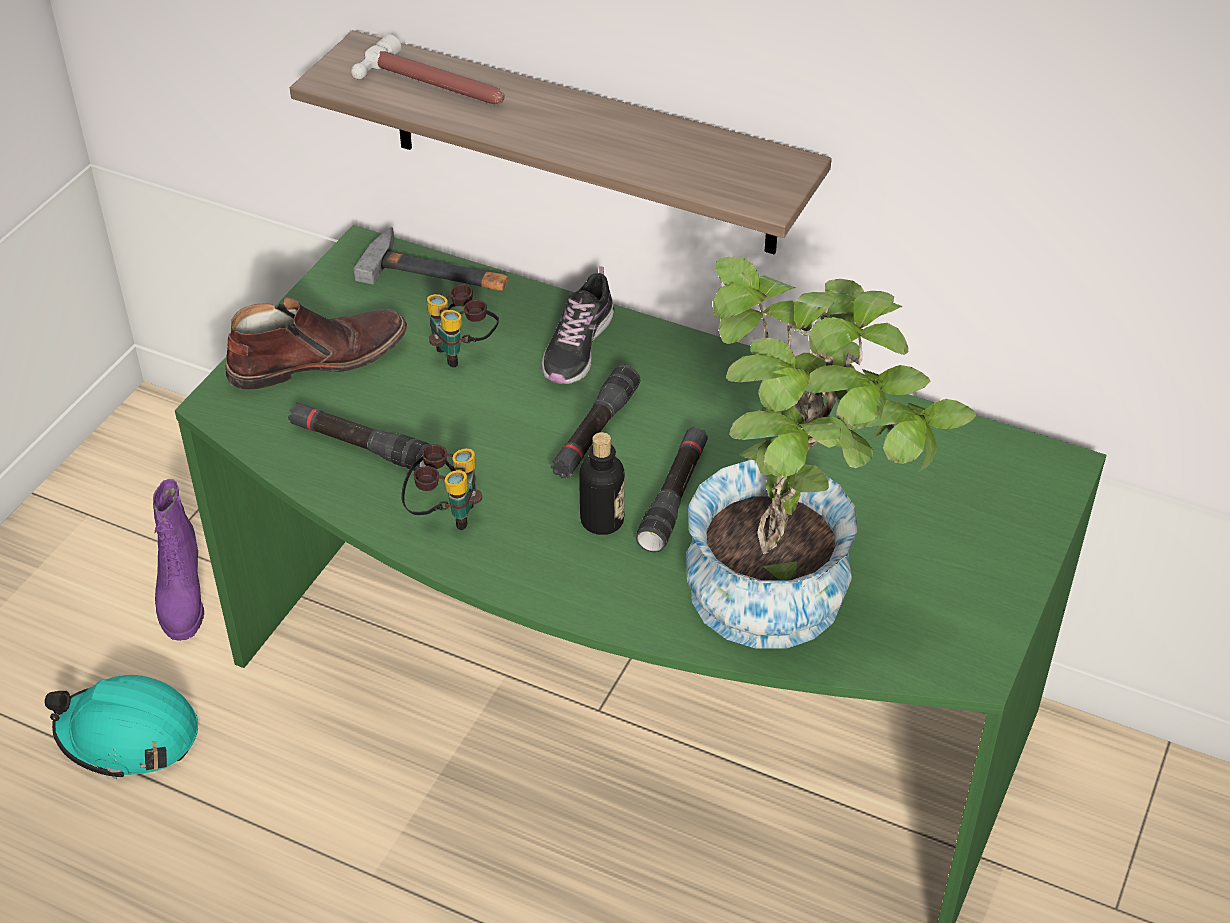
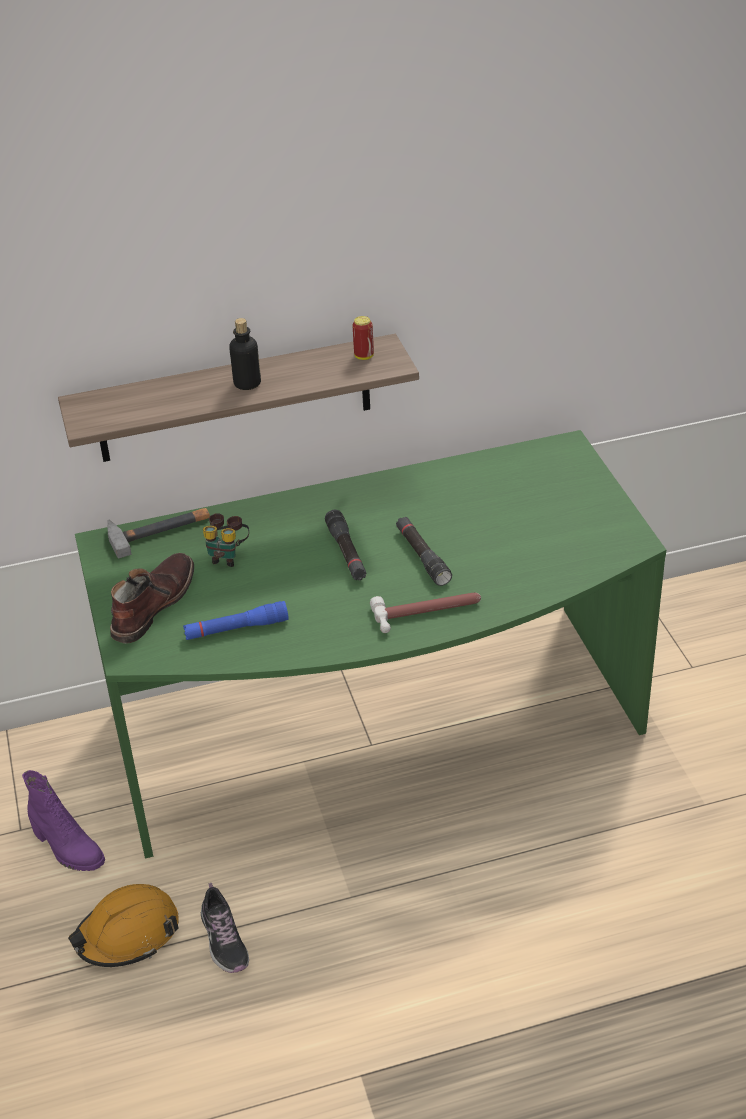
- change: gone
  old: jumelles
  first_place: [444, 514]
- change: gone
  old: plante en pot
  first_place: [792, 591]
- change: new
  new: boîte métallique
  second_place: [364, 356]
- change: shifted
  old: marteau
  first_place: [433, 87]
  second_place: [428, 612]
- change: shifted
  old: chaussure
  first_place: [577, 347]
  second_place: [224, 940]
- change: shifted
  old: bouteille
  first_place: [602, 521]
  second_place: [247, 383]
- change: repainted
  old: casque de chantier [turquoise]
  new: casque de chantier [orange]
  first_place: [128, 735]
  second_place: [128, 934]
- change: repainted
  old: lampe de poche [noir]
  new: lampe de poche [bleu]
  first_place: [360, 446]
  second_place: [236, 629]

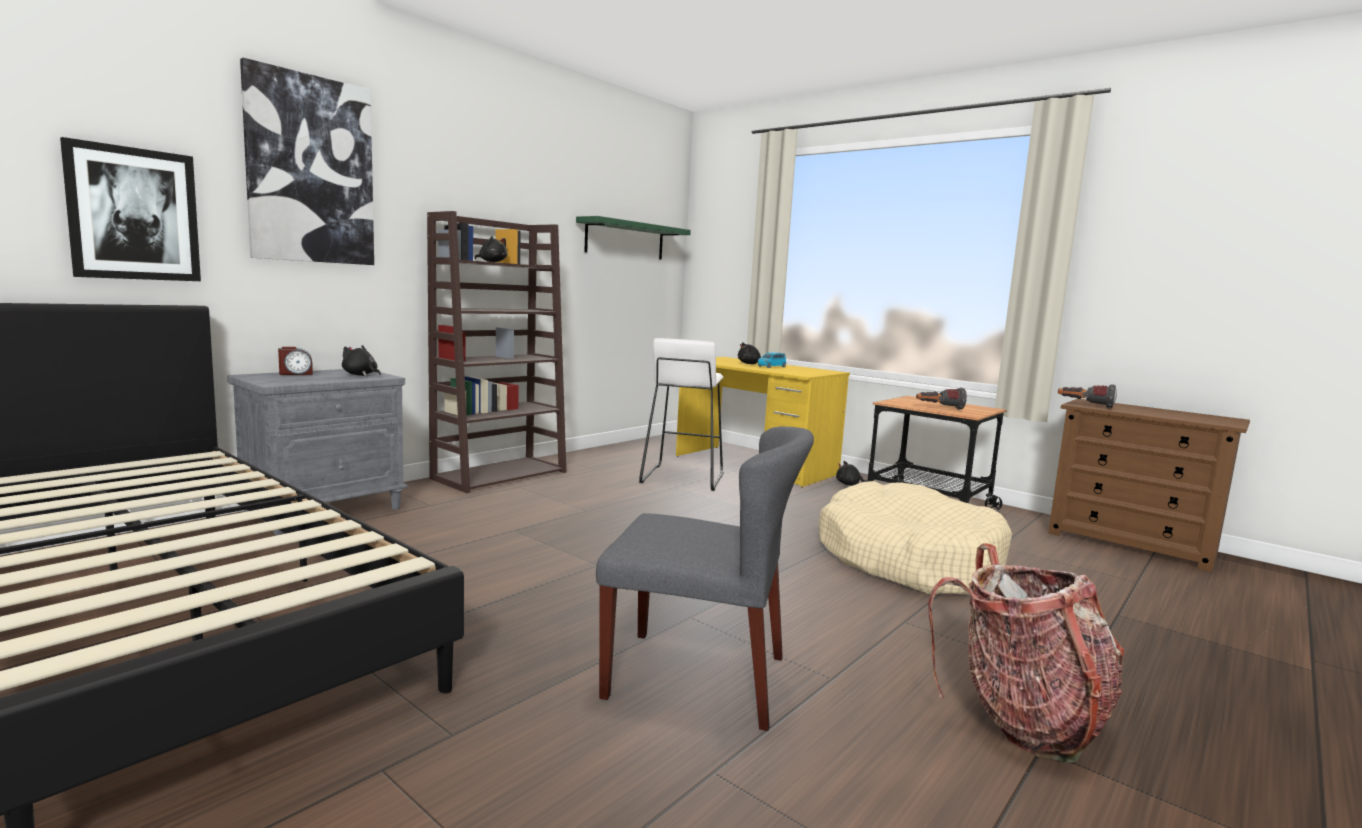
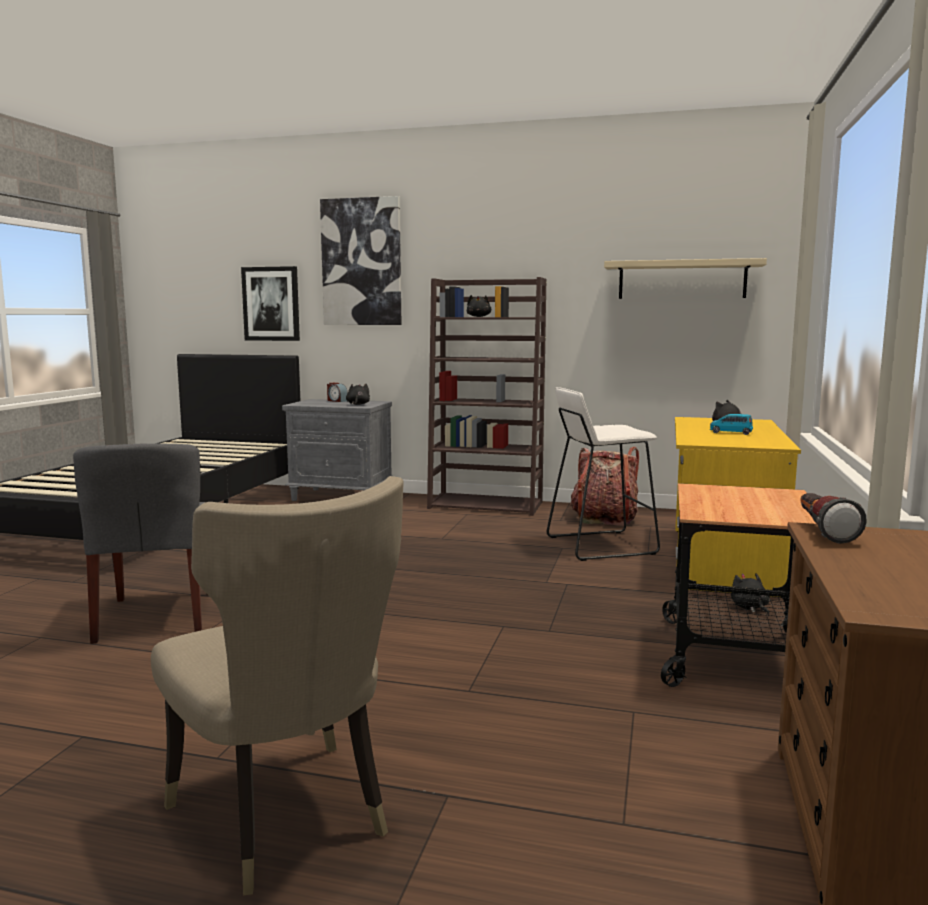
- change: gone
  old: panier pour chien [beige]
  first_place: [908, 560]
- change: gone
  old: lampe de poche
  first_place: [939, 408]
- change: new
  new: chaise [beige]
  second_place: [286, 820]
- change: shifted
  old: sac à dos
  first_place: [1023, 721]
  second_place: [604, 519]
- change: repainted
  old: étagère [vert]
  new: étagère [beige]
  first_place: [625, 240]
  second_place: [682, 280]

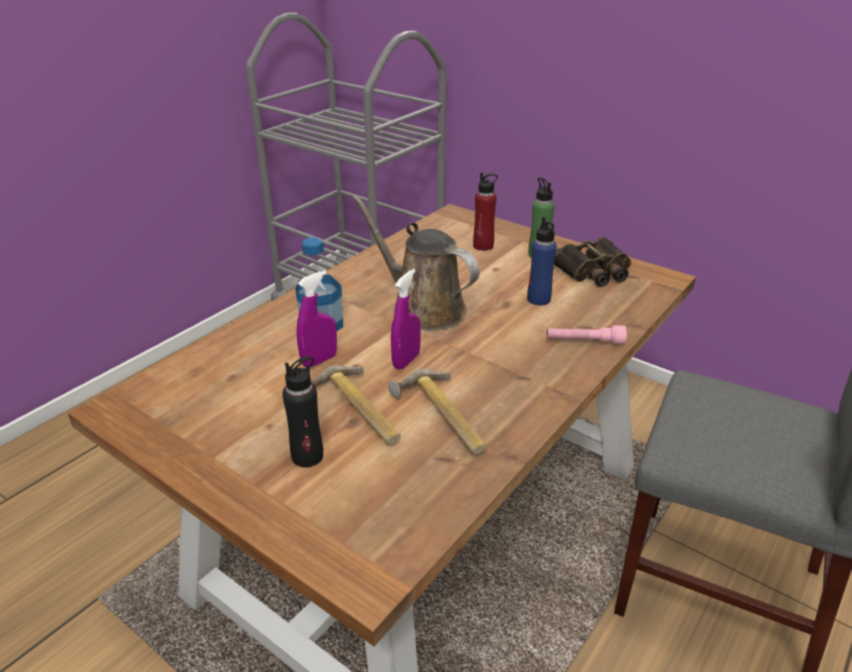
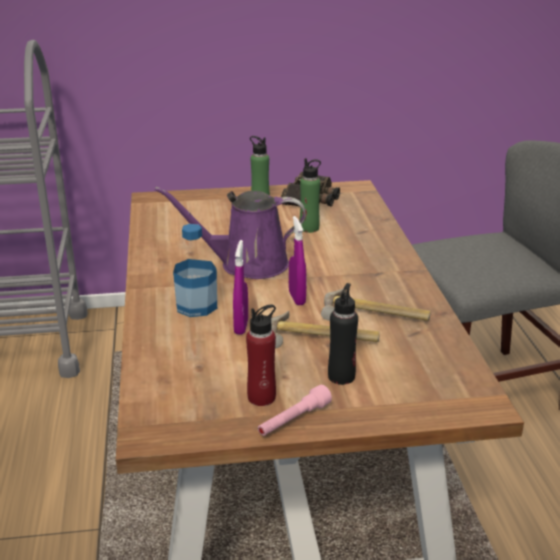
- change: shifted
  old: bouteille [rouge]
  first_place: [483, 246]
  second_place: [261, 397]
- change: shifted
  old: lampe de poche [rose]
  first_place: [584, 342]
  second_place: [293, 420]
- change: repainted
  old: arrosoir [marron]
  new: arrosoir [violet]
  first_place: [423, 307]
  second_place: [247, 264]
- change: repainted
  old: bouteille [bleu]
  new: bouteille [vert]
  first_place: [538, 299]
  second_place: [309, 228]

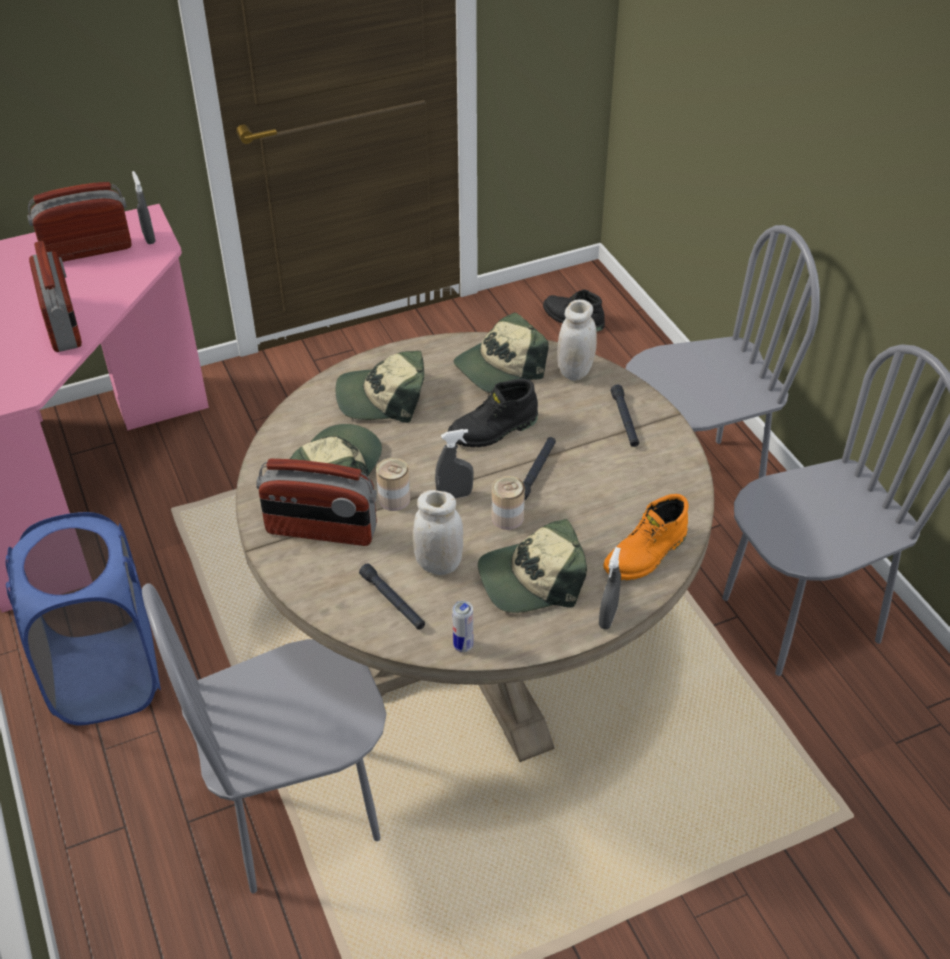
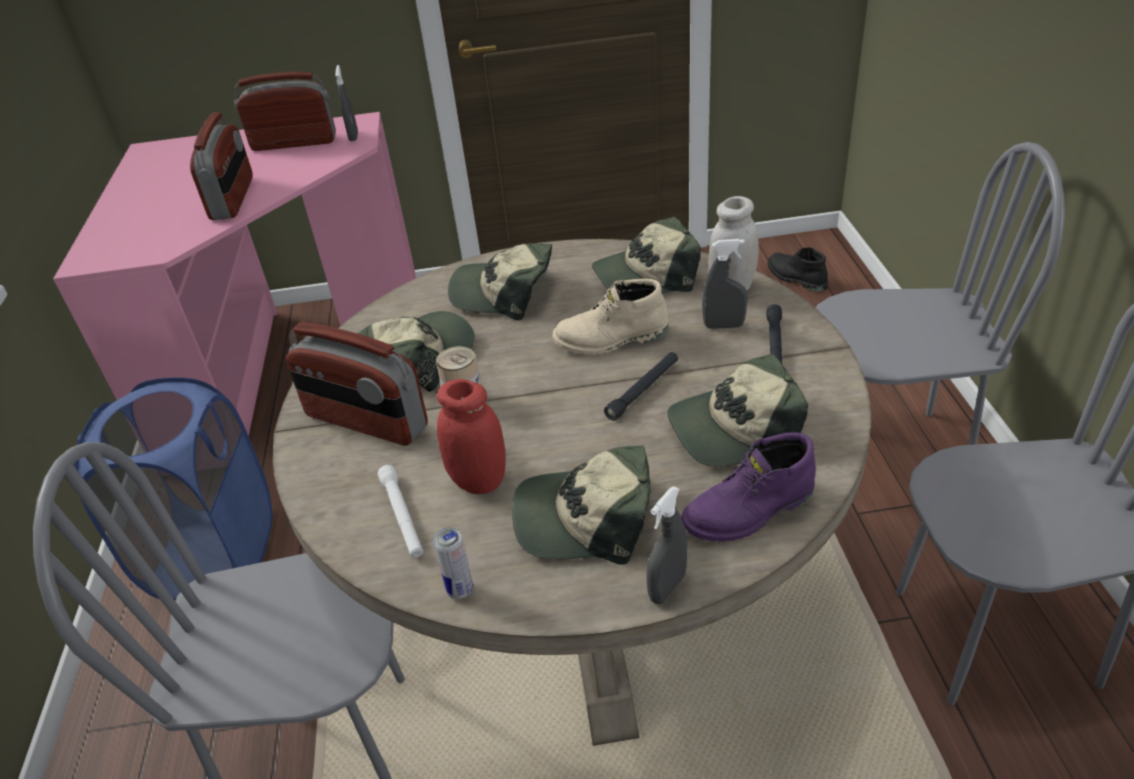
- change: gone
  old: boîte métallique
  first_place: [507, 518]
- change: new
  new: casquette
  second_place: [734, 429]
- change: shifted
  old: vaporisateur [gris]
  first_place: [454, 495]
  second_place: [723, 326]
- change: repainted
  old: lampe de poche [noir]
  new: lampe de poche [blanc]
  first_place: [393, 601]
  second_place: [402, 517]
- change: repainted
  old: bocal [blanc]
  new: bocal [rouge]
  first_place: [439, 564]
  second_place: [478, 481]
- change: repainted
  old: botte [noir]
  new: botte [beige]
  first_place: [494, 431]
  second_place: [611, 340]
- change: repainted
  old: botte [orange]
  new: botte [violet]
  first_place: [646, 555]
  second_place: [750, 512]

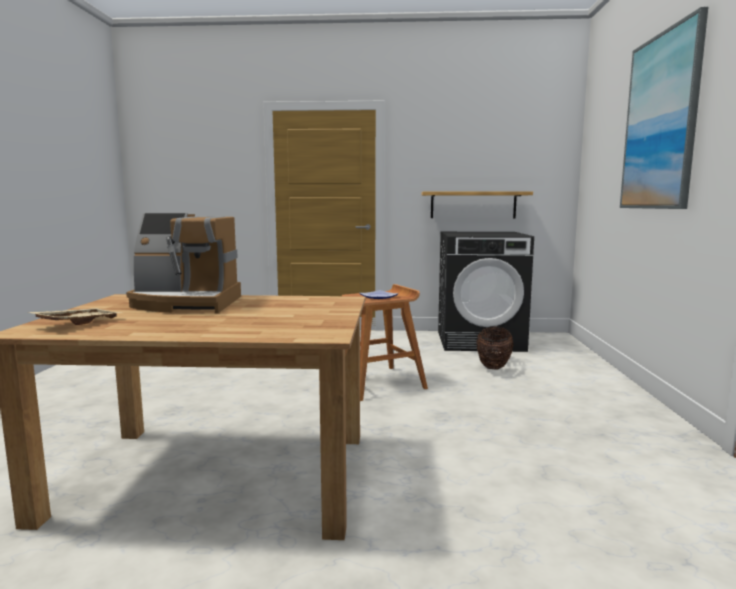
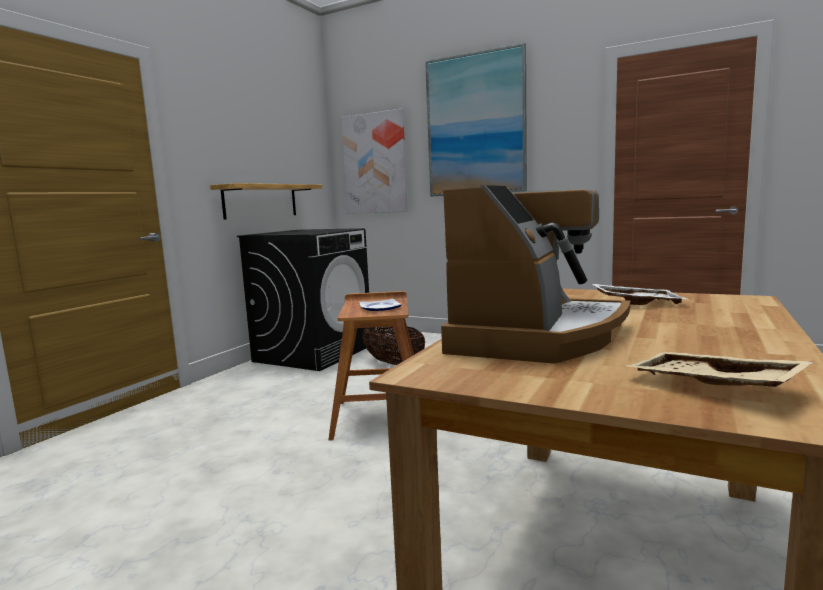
- change: new
  new: tableau
  second_place: [375, 163]
- change: new
  new: plateau [blanc]
  second_place: [636, 303]

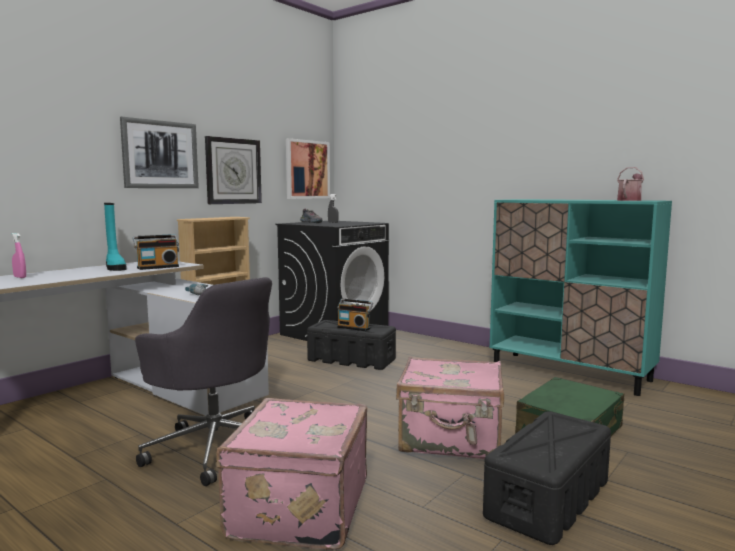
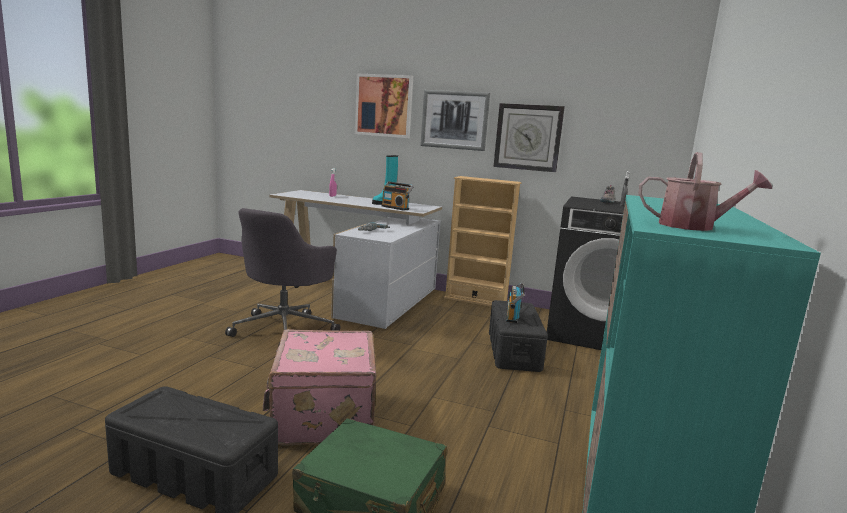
- change: gone
  old: valise [rose]
  first_place: [296, 509]
- change: shifted
  old: tableau
  first_place: [307, 169]
  second_place: [384, 105]

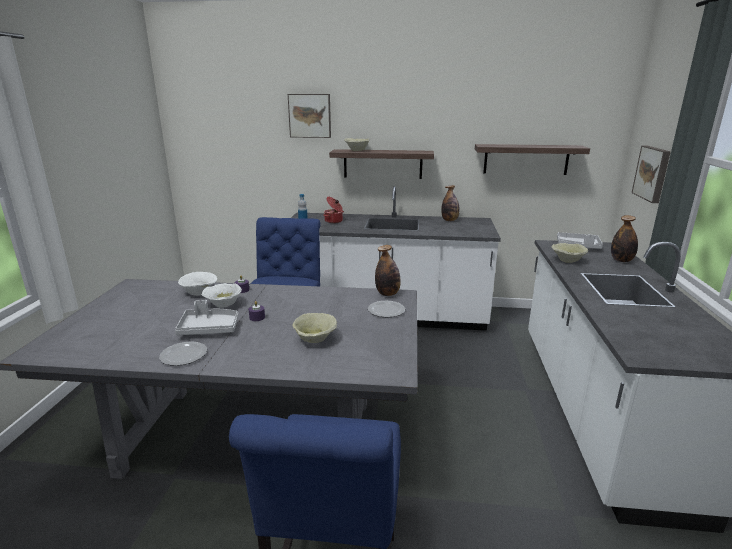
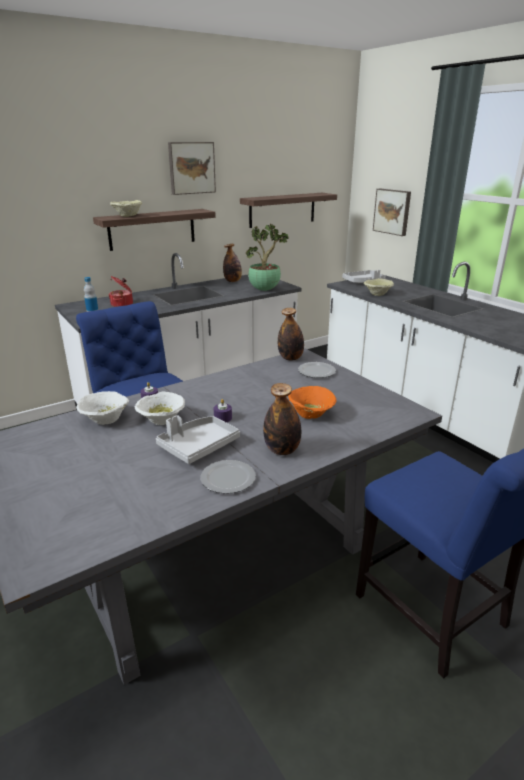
- change: new
  new: plante en pot
  second_place: [265, 290]
- change: shifted
  old: tableau
  first_place: [310, 115]
  second_place: [191, 168]
- change: shifted
  old: bouteille
  first_place: [621, 260]
  second_place: [282, 450]
- change: repainted
  old: bol [beige]
  new: bol [orange]
  first_place: [315, 339]
  second_place: [312, 414]

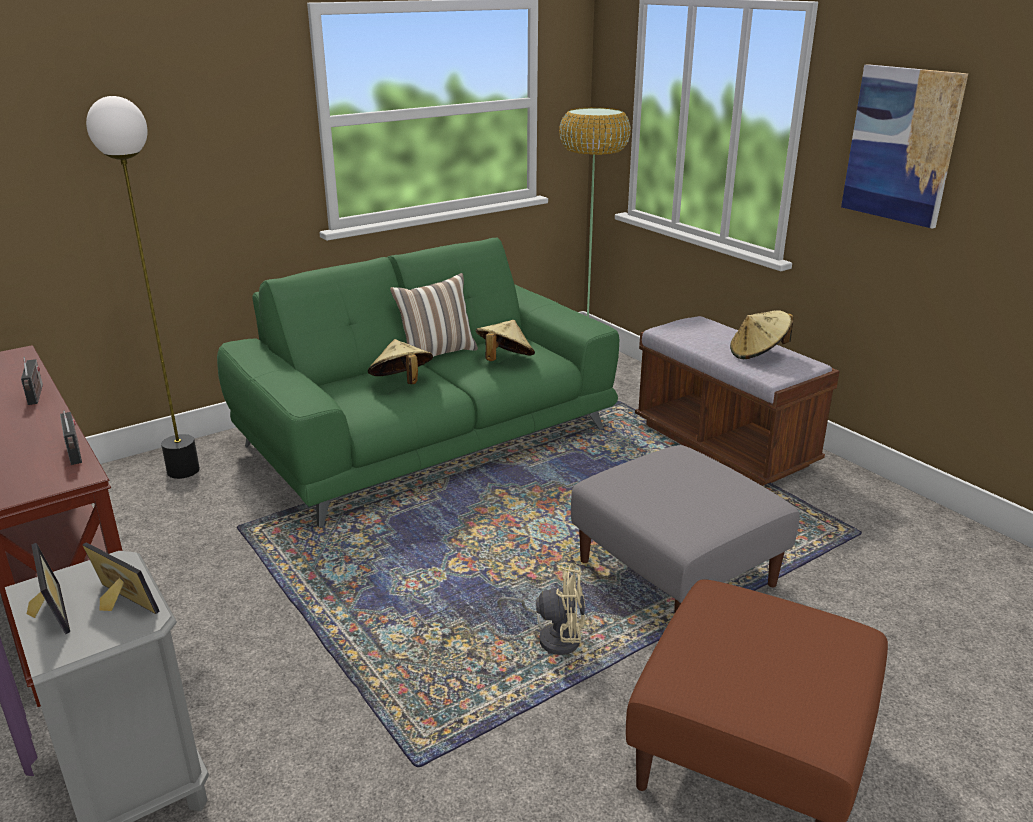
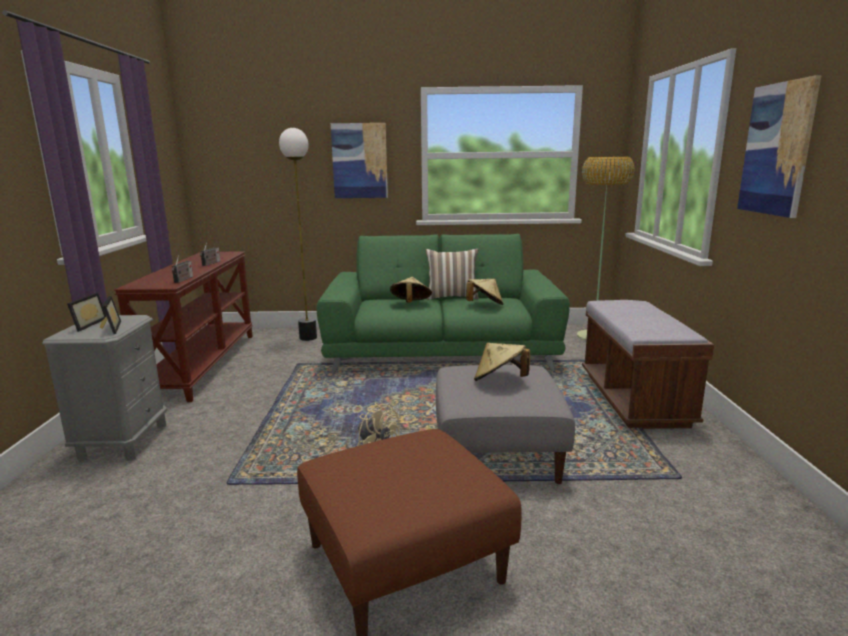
- change: new
  new: tableau
  second_place: [359, 161]
- change: shifted
  old: chapeau [beige]
  first_place: [758, 353]
  second_place: [499, 380]

